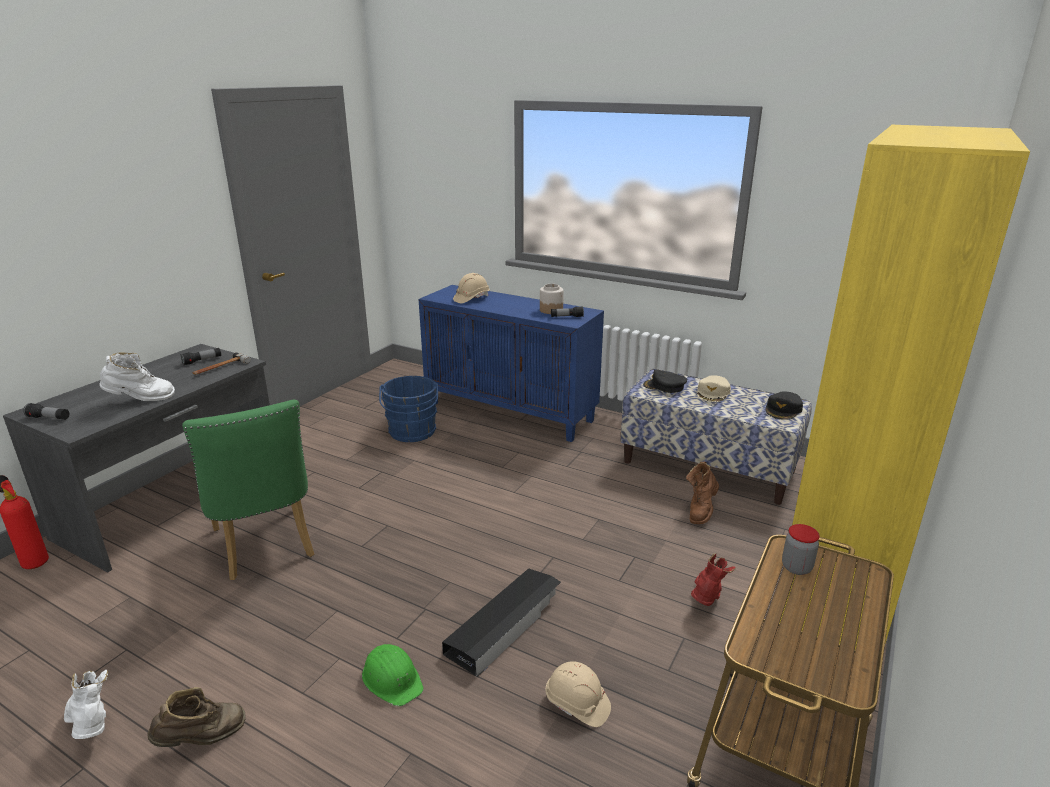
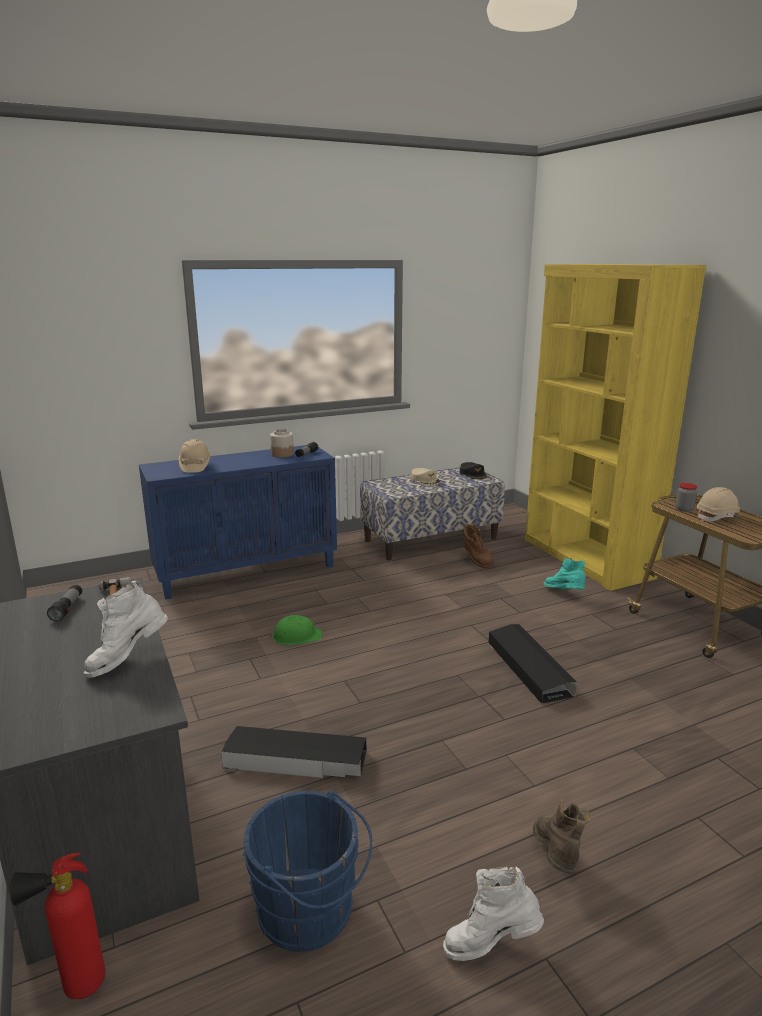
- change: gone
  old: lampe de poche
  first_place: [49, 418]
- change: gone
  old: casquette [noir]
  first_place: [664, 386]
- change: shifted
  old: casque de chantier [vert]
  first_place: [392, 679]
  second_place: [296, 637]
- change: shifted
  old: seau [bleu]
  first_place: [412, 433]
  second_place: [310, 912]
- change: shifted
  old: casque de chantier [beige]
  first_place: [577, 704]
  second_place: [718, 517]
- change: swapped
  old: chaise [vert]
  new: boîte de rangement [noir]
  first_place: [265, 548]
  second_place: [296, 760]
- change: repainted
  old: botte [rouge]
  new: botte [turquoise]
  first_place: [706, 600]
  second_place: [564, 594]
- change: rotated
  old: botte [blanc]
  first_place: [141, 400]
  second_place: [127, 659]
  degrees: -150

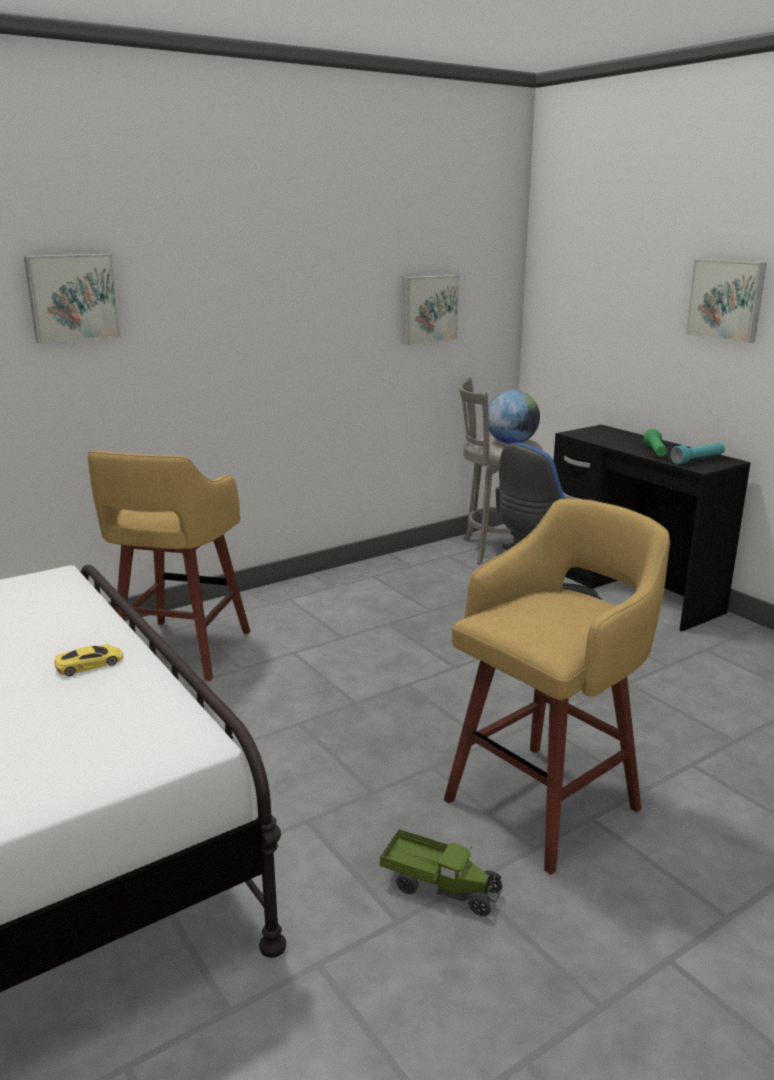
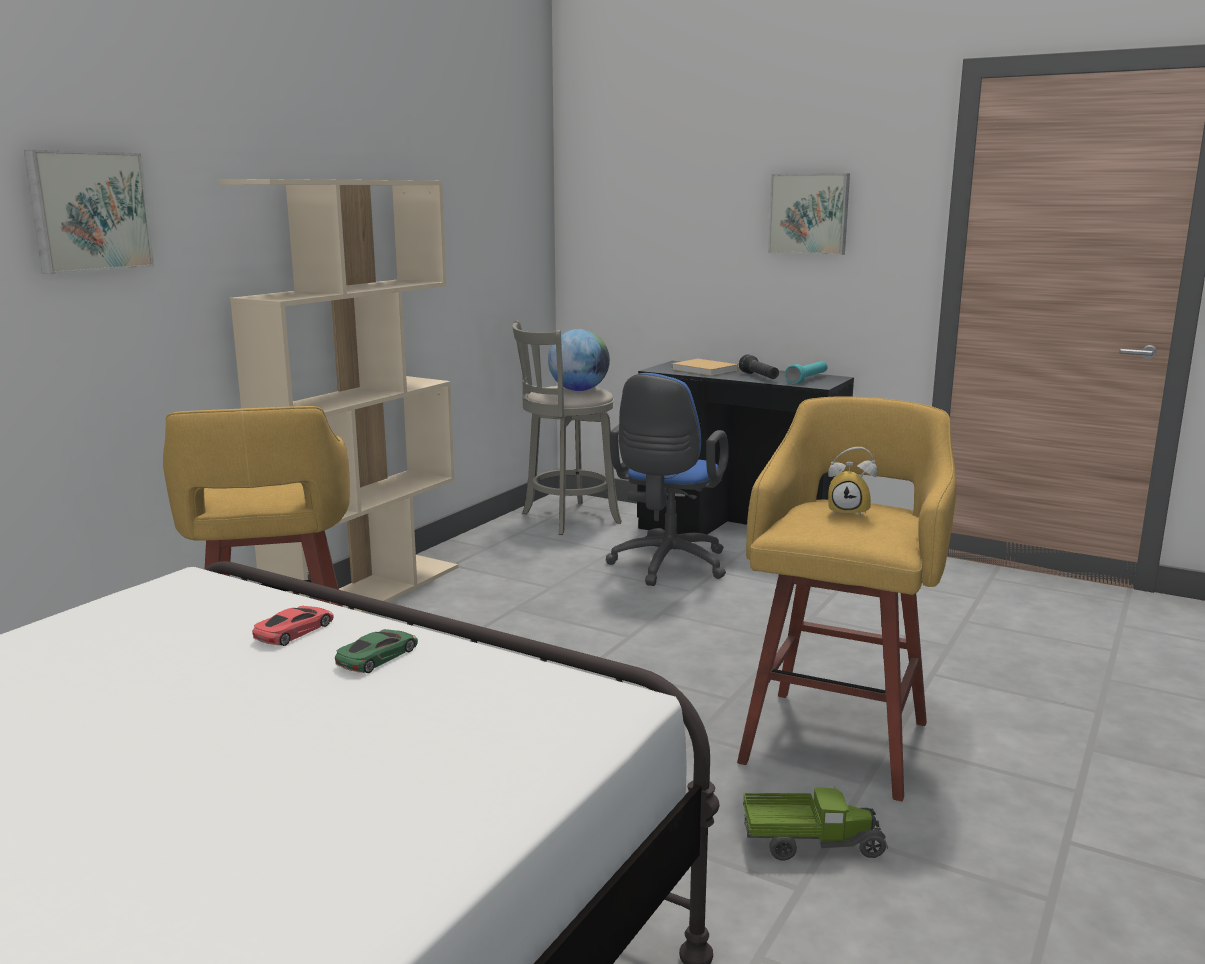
- change: gone
  old: tableau
  first_place: [428, 309]
- change: new
  new: bibliothèque [beige]
  second_place: [367, 594]
- change: new
  new: petite voiture [rouge]
  second_place: [295, 631]
- change: new
  new: livre [beige]
  second_place: [705, 370]
- change: new
  new: réveil
  second_place: [849, 512]
- change: repainted
  old: petite voiture [jaune]
  new: petite voiture [vert]
  first_place: [90, 664]
  second_place: [378, 656]
- change: repainted
  old: lampe de poche [vert]
  new: lampe de poche [noir]
  first_place: [655, 452]
  second_place: [759, 377]

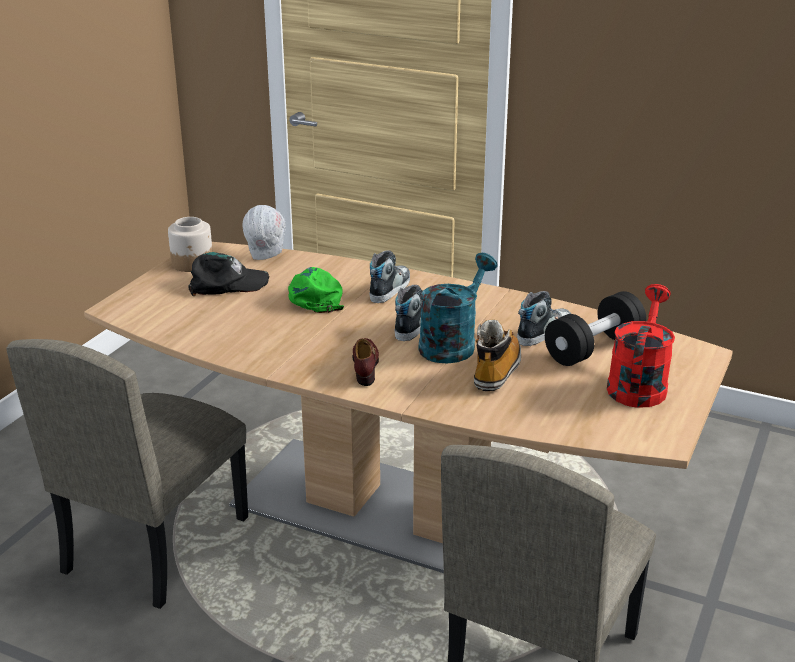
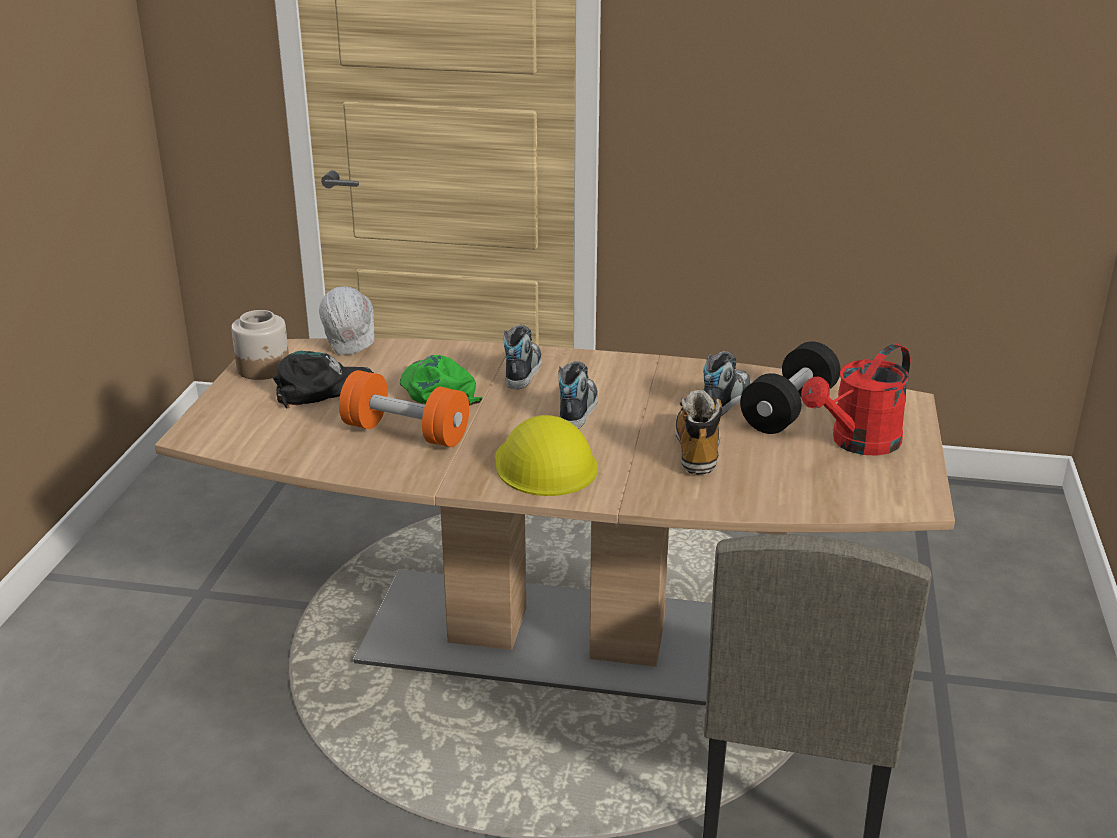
- change: gone
  old: chaise [beige]
  first_place: [155, 544]
- change: gone
  old: arrosoir [turquoise]
  first_place: [452, 343]
- change: new
  new: haltère [orange]
  second_place: [405, 433]
- change: swapped
  old: chaussure [marron]
  new: casque de chantier [jaune]
  first_place: [365, 366]
  second_place: [545, 464]
- change: rotated
  old: arrosoir [rouge]
  first_place: [638, 384]
  second_place: [858, 443]
  degrees: -135

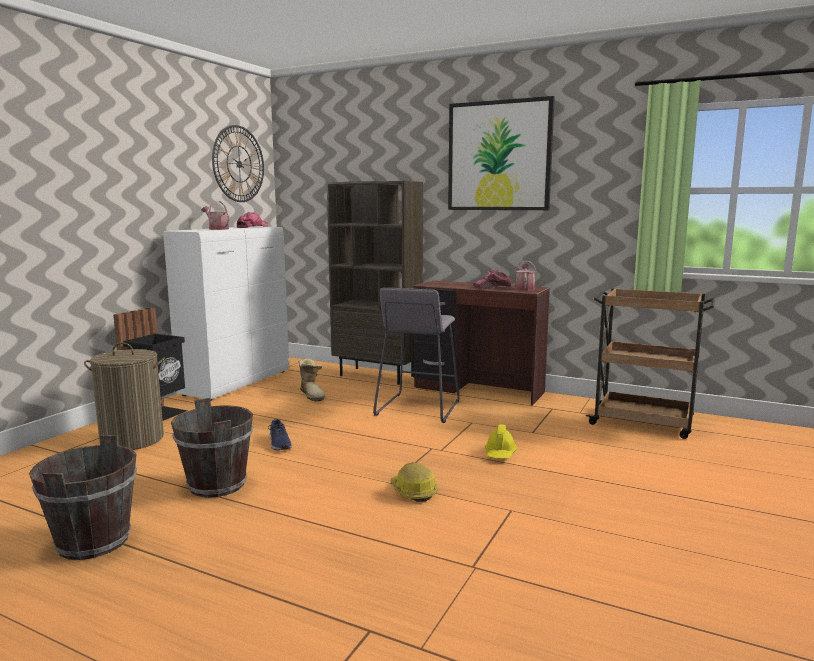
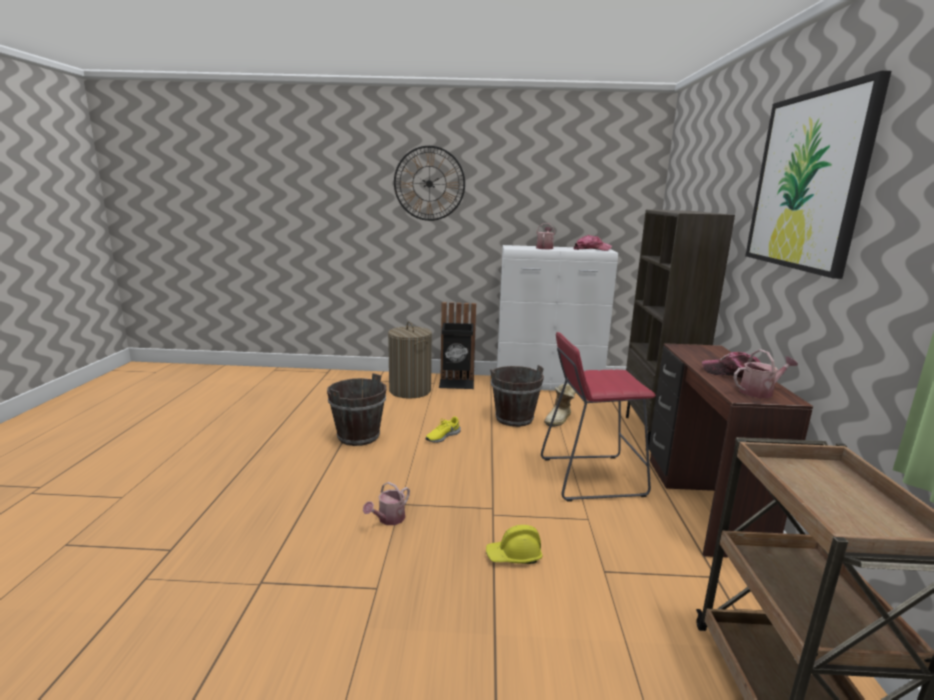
- change: shifted
  old: seau [marron]
  first_place: [94, 542]
  second_place: [514, 419]
- change: shifted
  old: horloge murale
  first_place: [239, 164]
  second_place: [429, 183]
- change: swapped
  old: casque de chantier
  new: arrosoir
  first_place: [413, 491]
  second_place: [388, 519]
- change: repainted
  old: chaussure [bleu]
  new: chaussure [jaune]
  first_place: [279, 444]
  second_place: [442, 436]
- change: repainted
  old: tabouret [gris]
  new: tabouret [rouge]
  first_place: [418, 408]
  second_place: [591, 477]

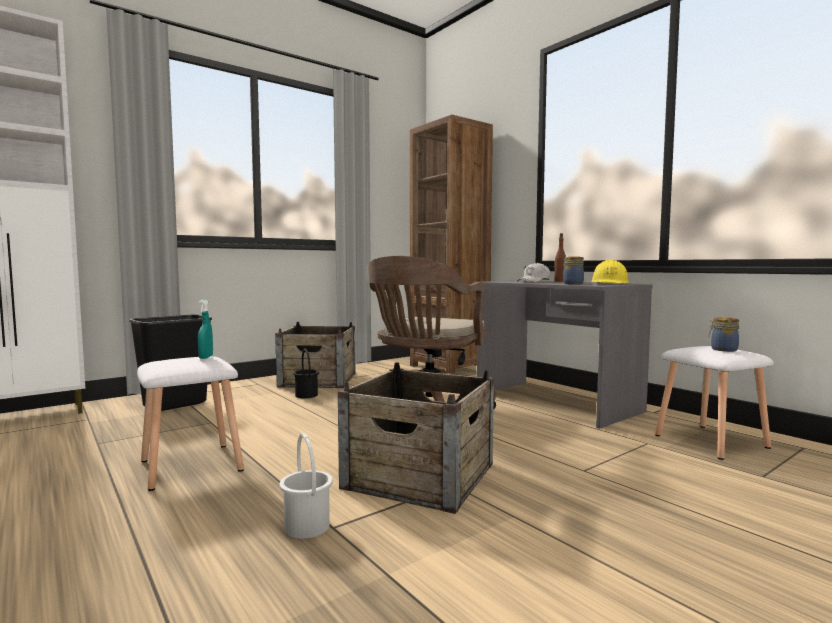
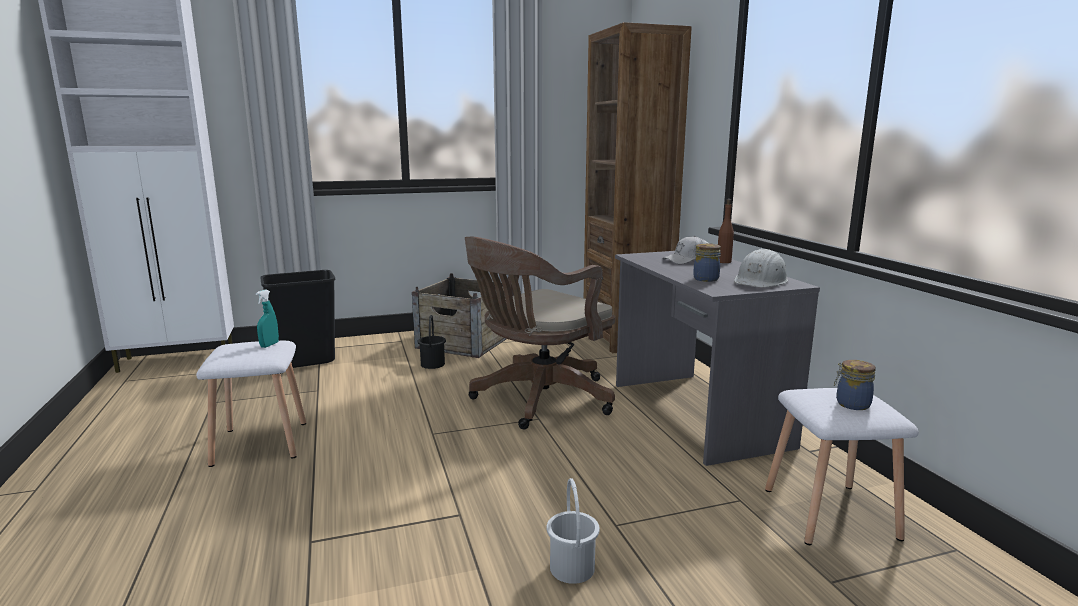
- change: gone
  old: caisse
  first_place: [419, 475]
- change: shifted
  old: seau [blanc]
  first_place: [306, 527]
  second_place: [571, 568]
- change: repainted
  old: casque de chantier [jaune]
  new: casque de chantier [blanc]
  first_place: [610, 283]
  second_place: [760, 281]

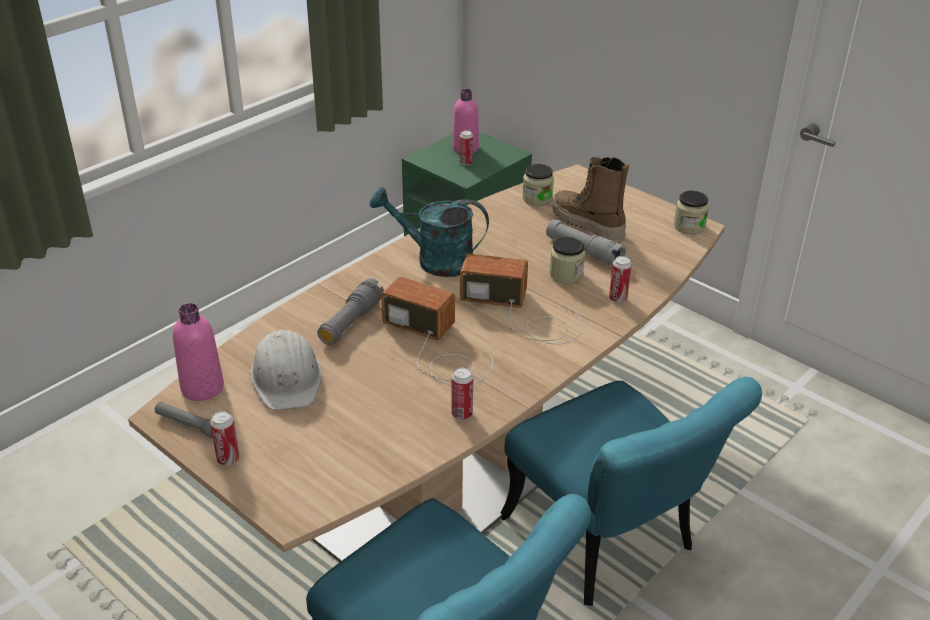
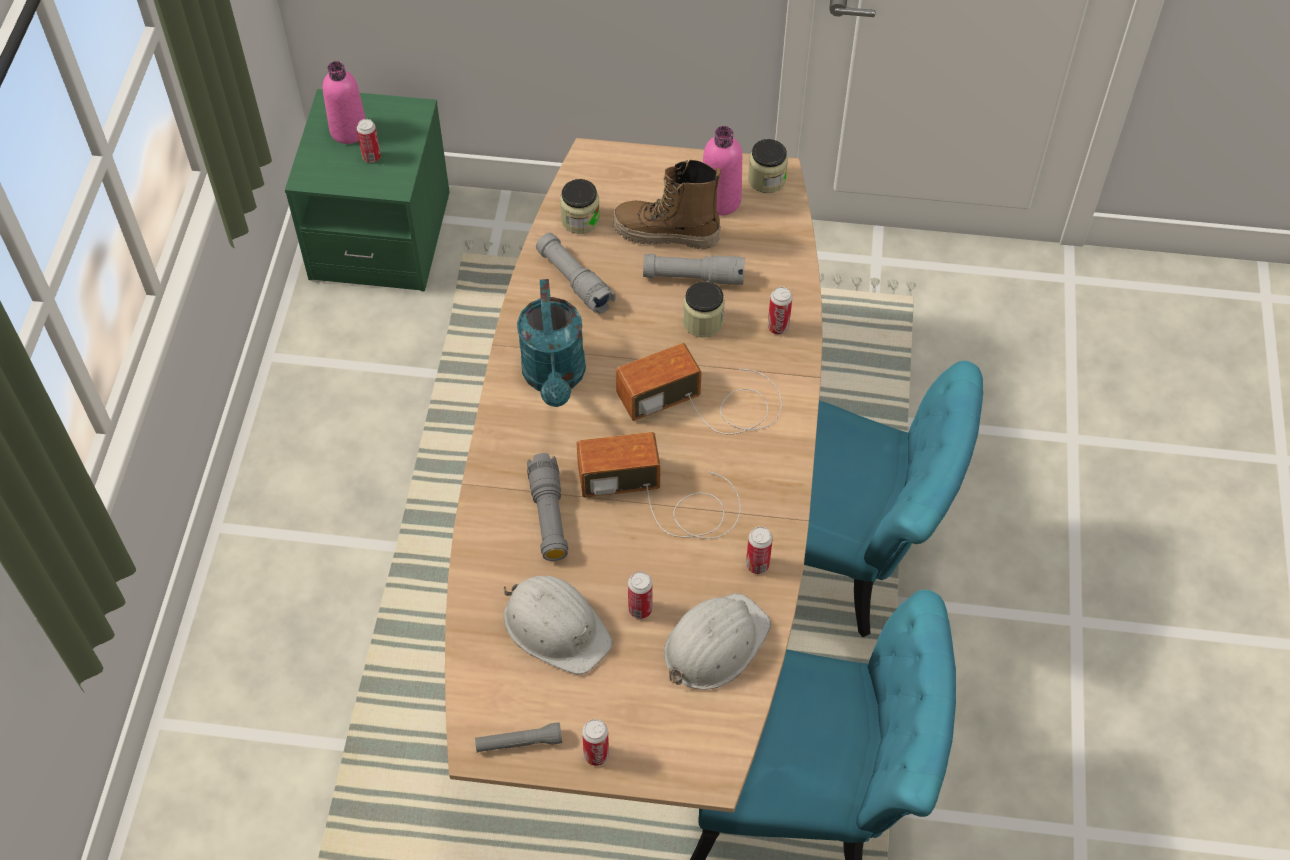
- change: new
  new: lampe de poche [gris]
  second_place: [574, 281]
- change: new
  new: boîte métallique
  second_place: [640, 609]
- change: new
  new: casque de chantier [blanc]
  second_place: [714, 643]
- change: shifted
  old: bouteille [rose]
  first_place: [202, 388]
  second_place: [720, 200]
- change: rotated
  old: arrosoir [turquoise]
  first_place: [435, 260]
  second_place: [555, 378]
  degrees: -75

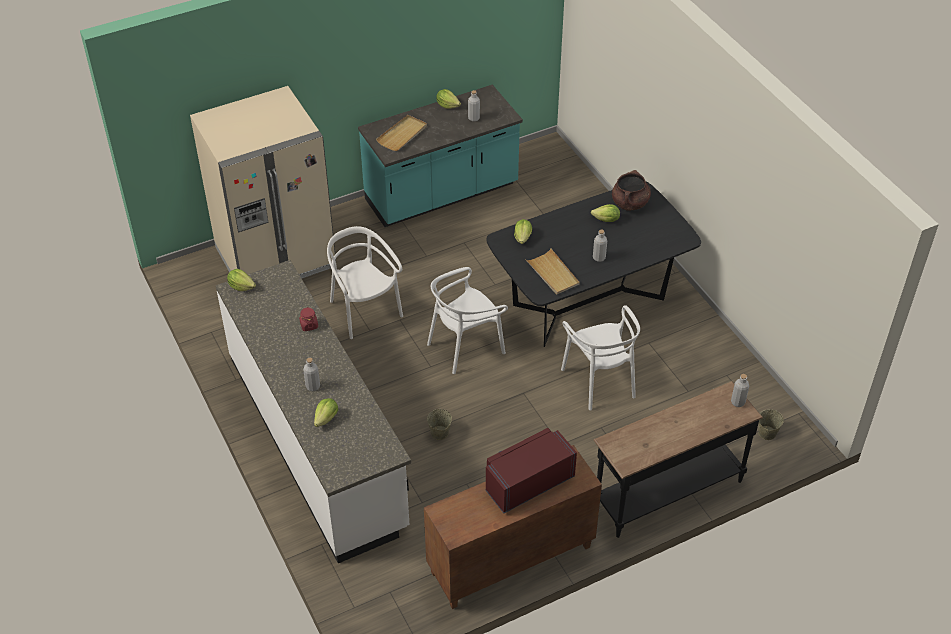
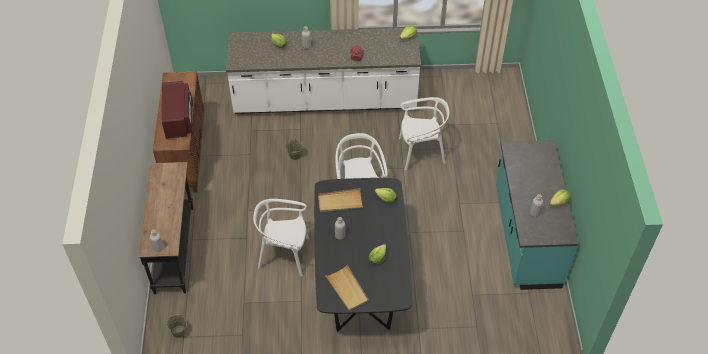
- change: gone
  old: réfrigérateur [beige]
  first_place: [276, 258]
- change: gone
  old: marmite [marron]
  first_place: [630, 203]
- change: shifted
  old: plateau [beige]
  first_place: [402, 135]
  second_place: [347, 289]

